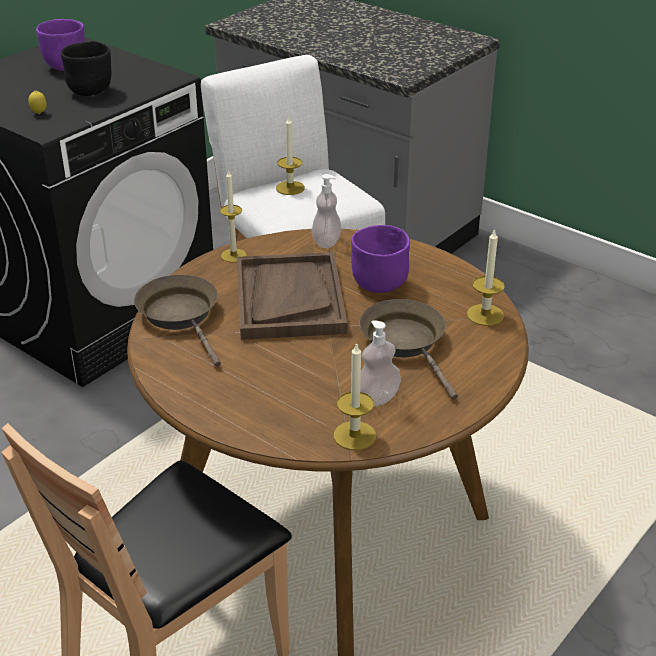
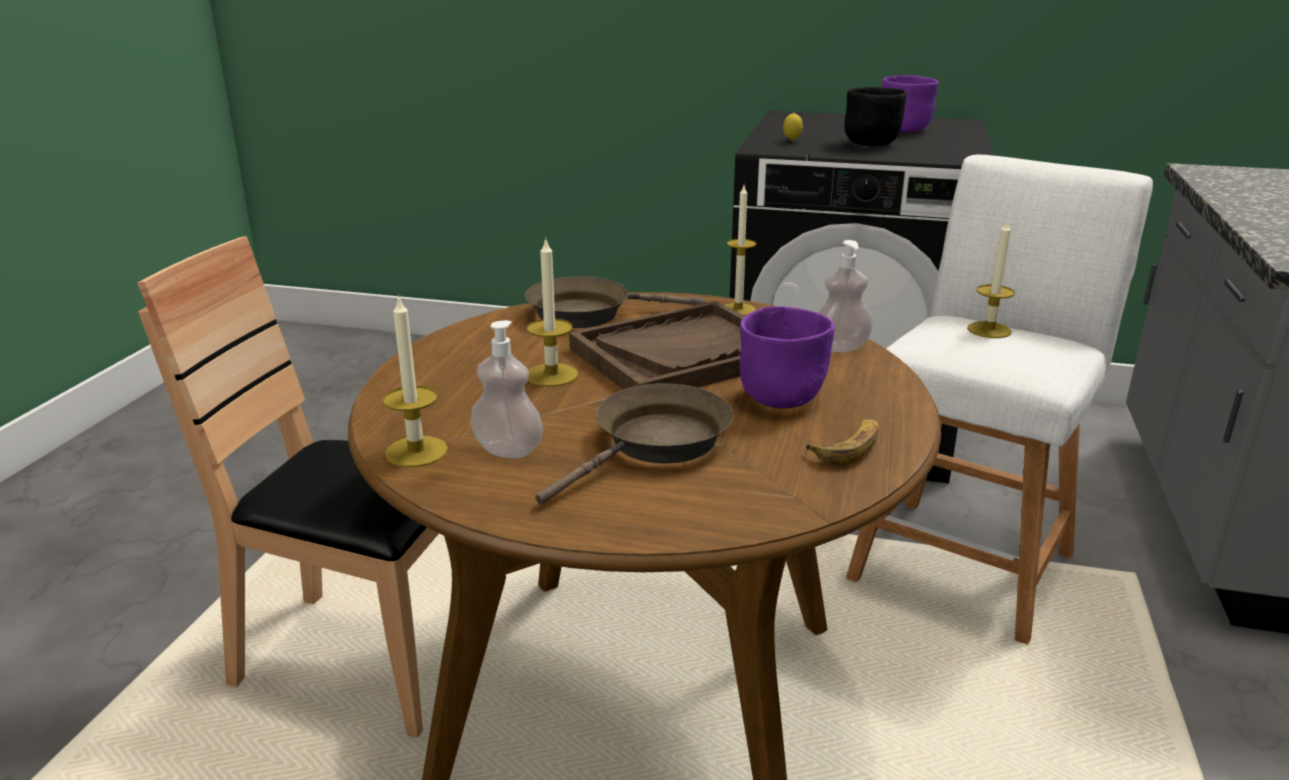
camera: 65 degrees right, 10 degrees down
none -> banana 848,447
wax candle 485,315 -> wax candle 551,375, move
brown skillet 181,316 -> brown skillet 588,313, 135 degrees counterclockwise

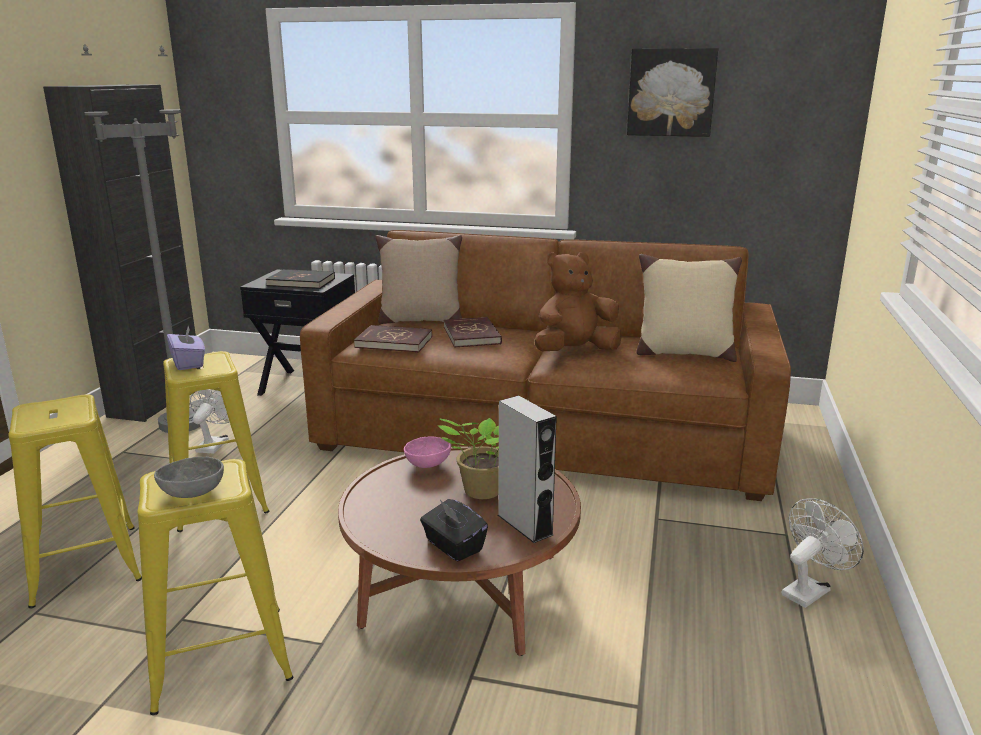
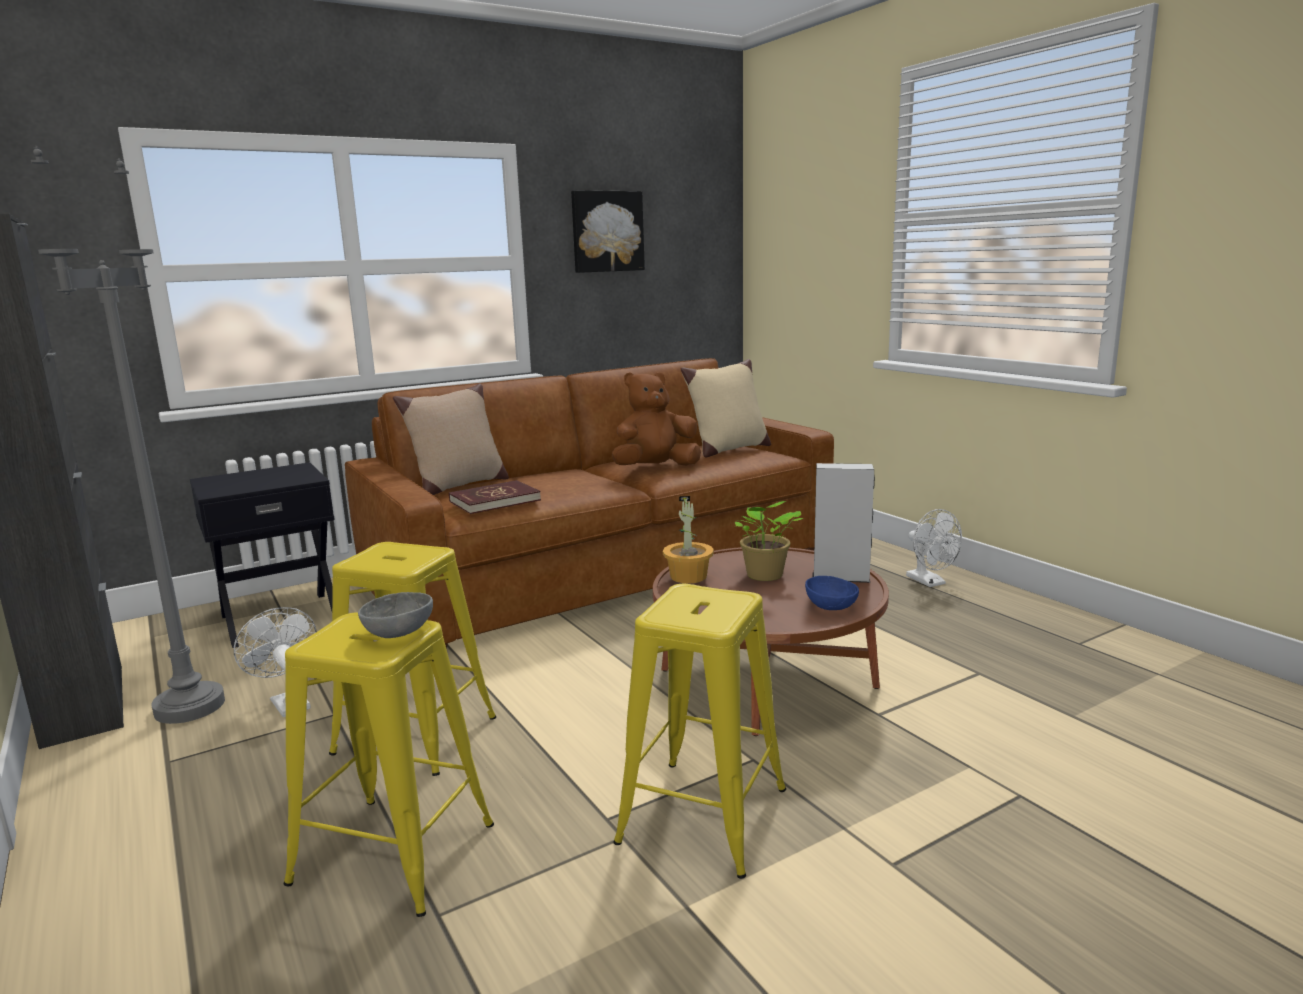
camera: 45 degrees left, 5 degrees down
purple-coloured tissue holder 188,363 -> none
blackish volume 301,282 -> none
red volume 472,335 -> none
grey deep dish 192,492 -> grey deep dish 397,632, move
pink-coloured deep dish 427,463 -> potted plant 688,577
blackish tissue holder 453,546 -> blue deep dish 832,606
brown plush toy 575,352 -> brown plush toy 655,468, 45 degrees clockwise
white-coloured cooling fan 809,590 -> white-coloured cooling fan 930,582, 150 degrees clockwise

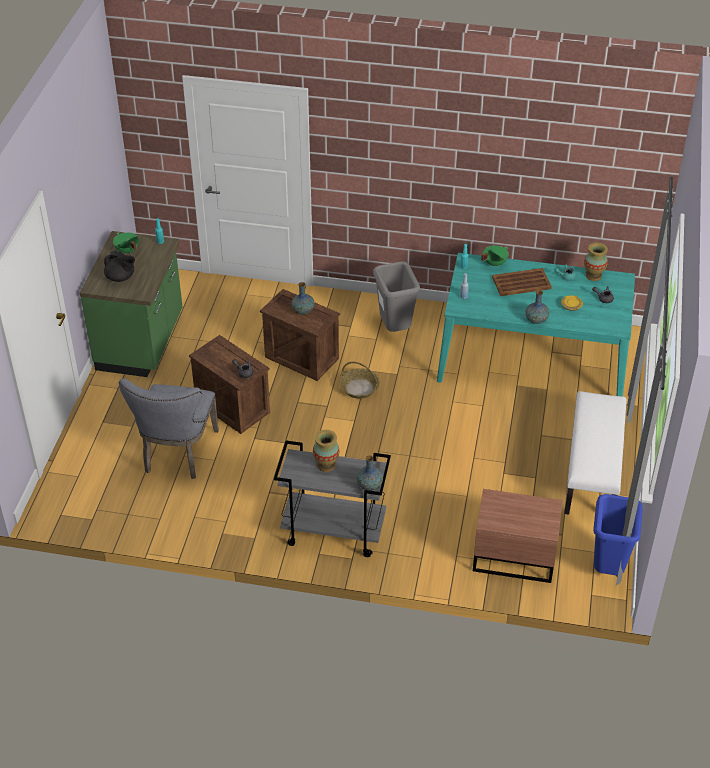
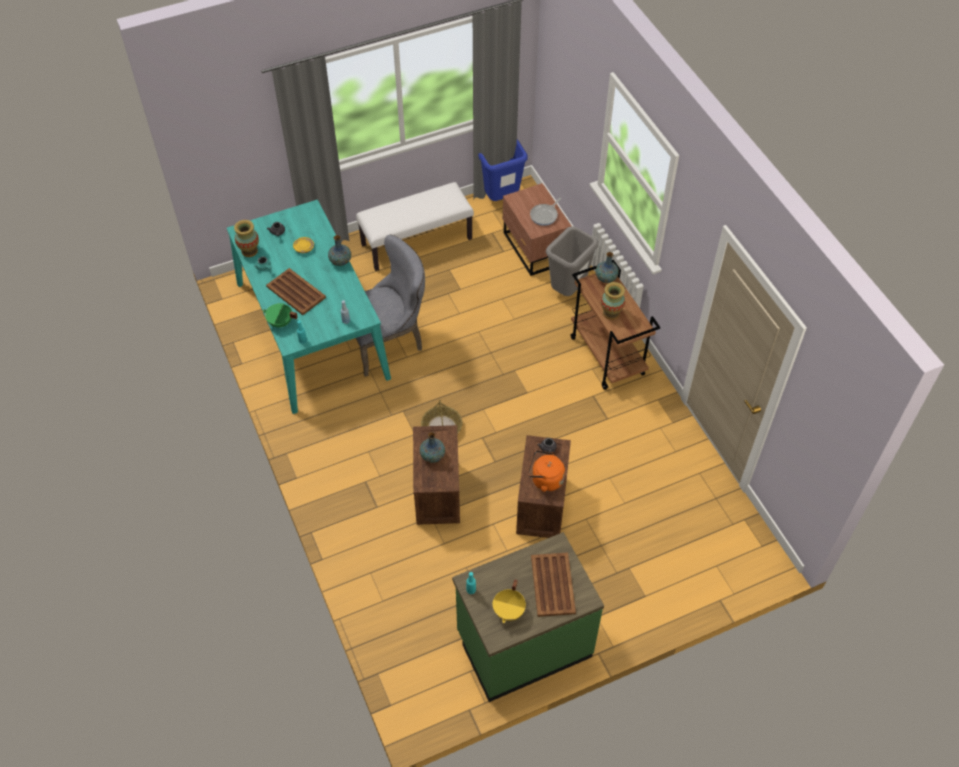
camera: 125 degrees left, 10 degrees up
none -> orangey tea kettle 545,480
none -> skillet 545,215
grey chair 177,455 -> grey chair 388,341, move
grey trash can 395,330 -> grey trash can 568,291, move
blackish pot for tea 121,277 -> brown serving tray 553,584
green-coloured stockpot 127,251 -> yellowish stockpot 509,611
grey trolley 332,532 -> brown trolley 608,356

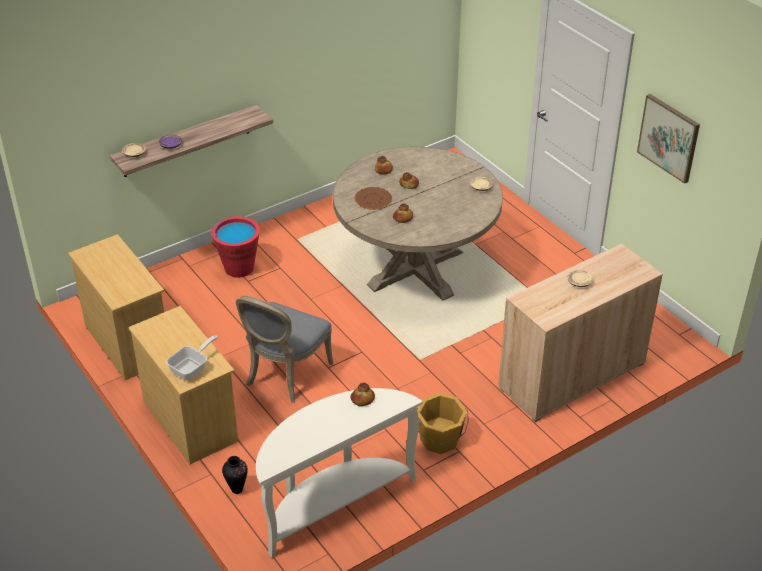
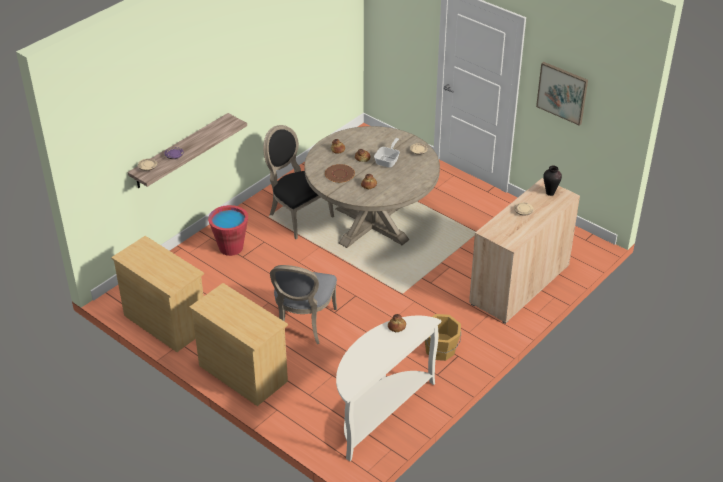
camera: 15 degrees left, 0 degrees up
none -> blackish chair 297,216
skillet 192,368 -> skillet 388,160, move
decorative vase 236,489 -> decorative vase 549,193, move

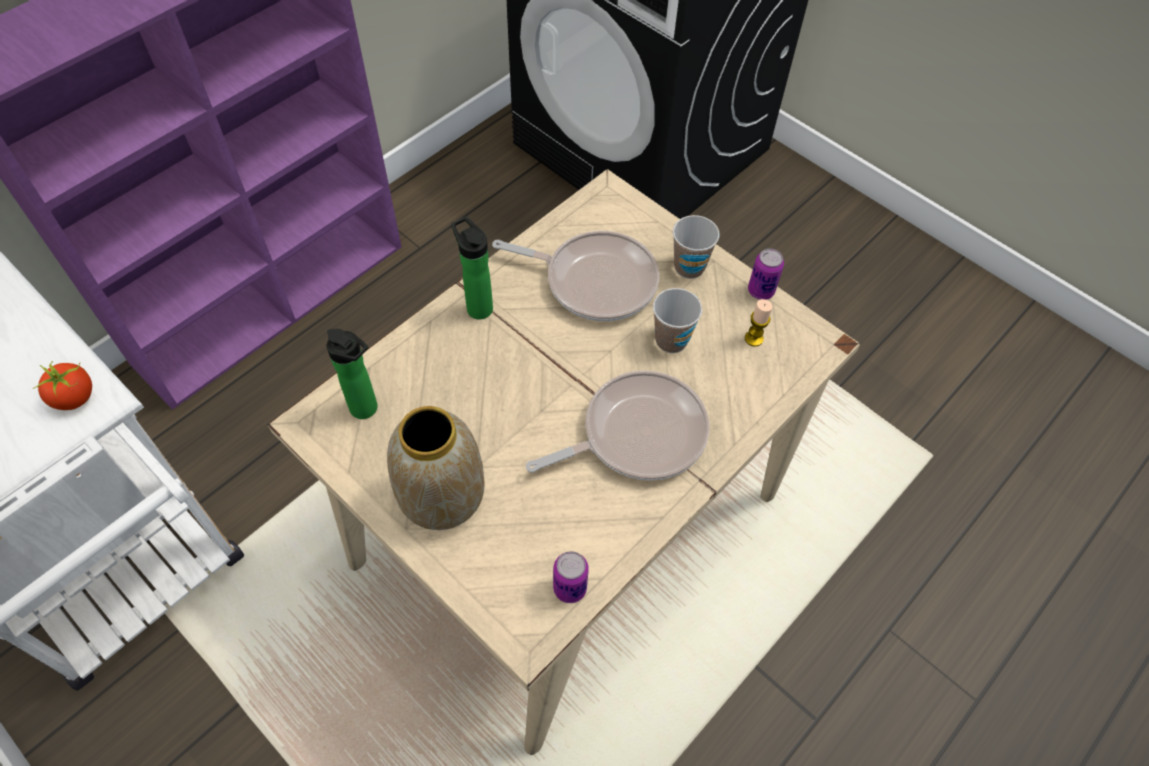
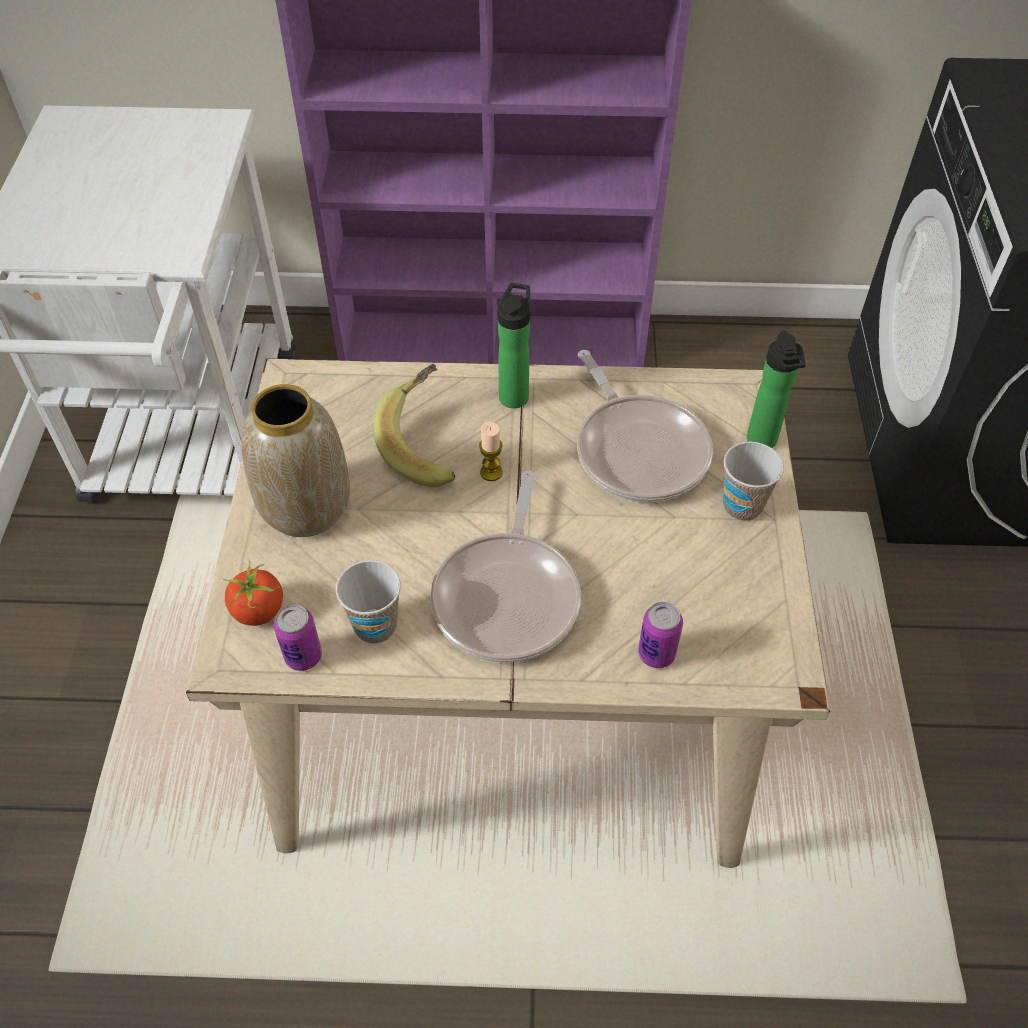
camera: 50 degrees right, 5 degrees down
none -> banana 427,444
fresh tomato 75,398 -> fresh tomato 258,611, move
beverage bottle 367,410 -> beverage bottle 763,443, move
cup 671,340 -> cup 375,626, move
wax candle 753,338 -> wax candle 491,472, move
can 761,291 -> can 656,653, move
skillet 636,434 -> skillet 508,596, 75 degrees clockwise

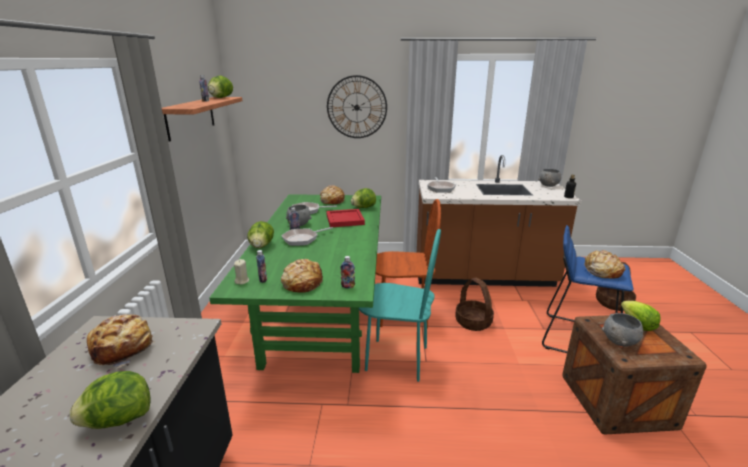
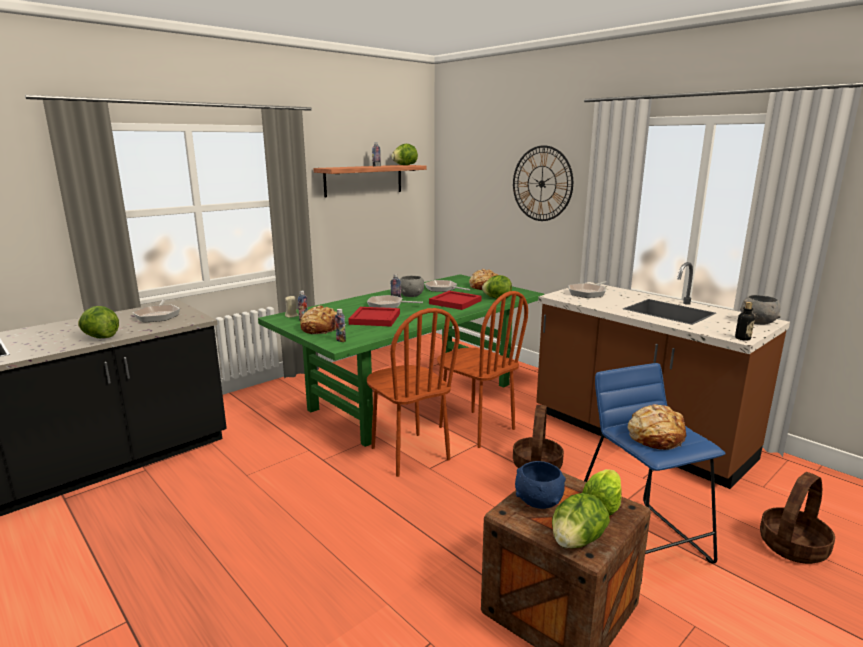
camera: 45 degrees right, 5 degrees down
none -> red serving tray 374,318
head of lettuce 261,246 -> head of lettuce 576,541, move
bakery bread 123,348 -> skillet 158,315
turquoise-coloured chair 396,359 -> brown chair 409,454
grey deep dish 619,341 -> blue deep dish 538,501

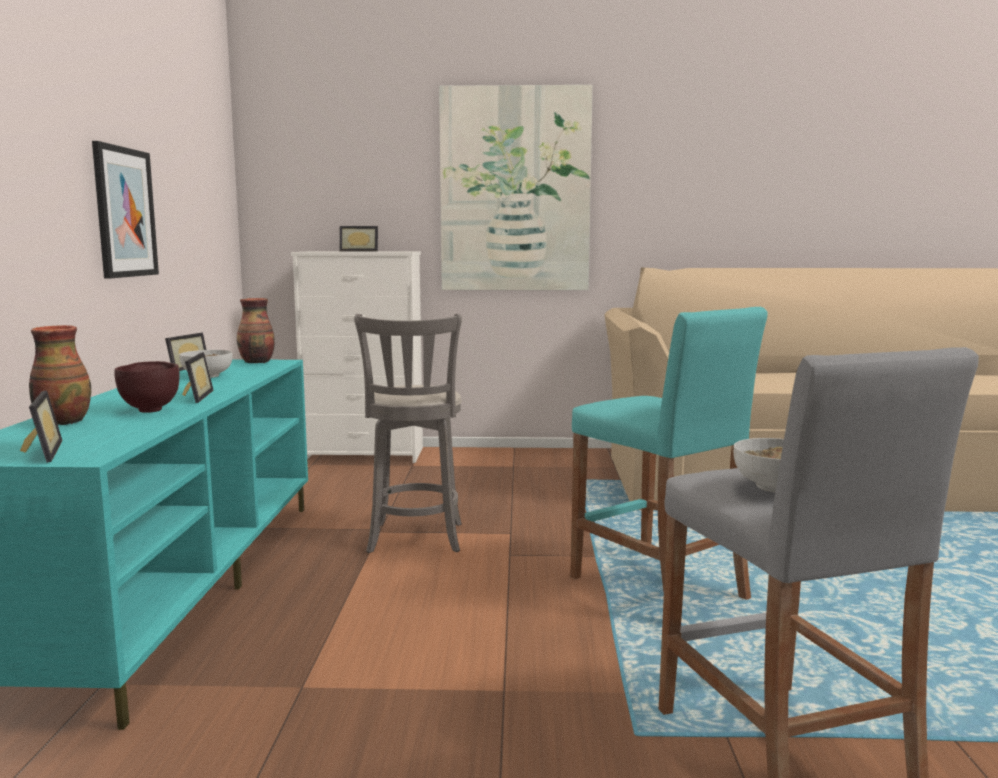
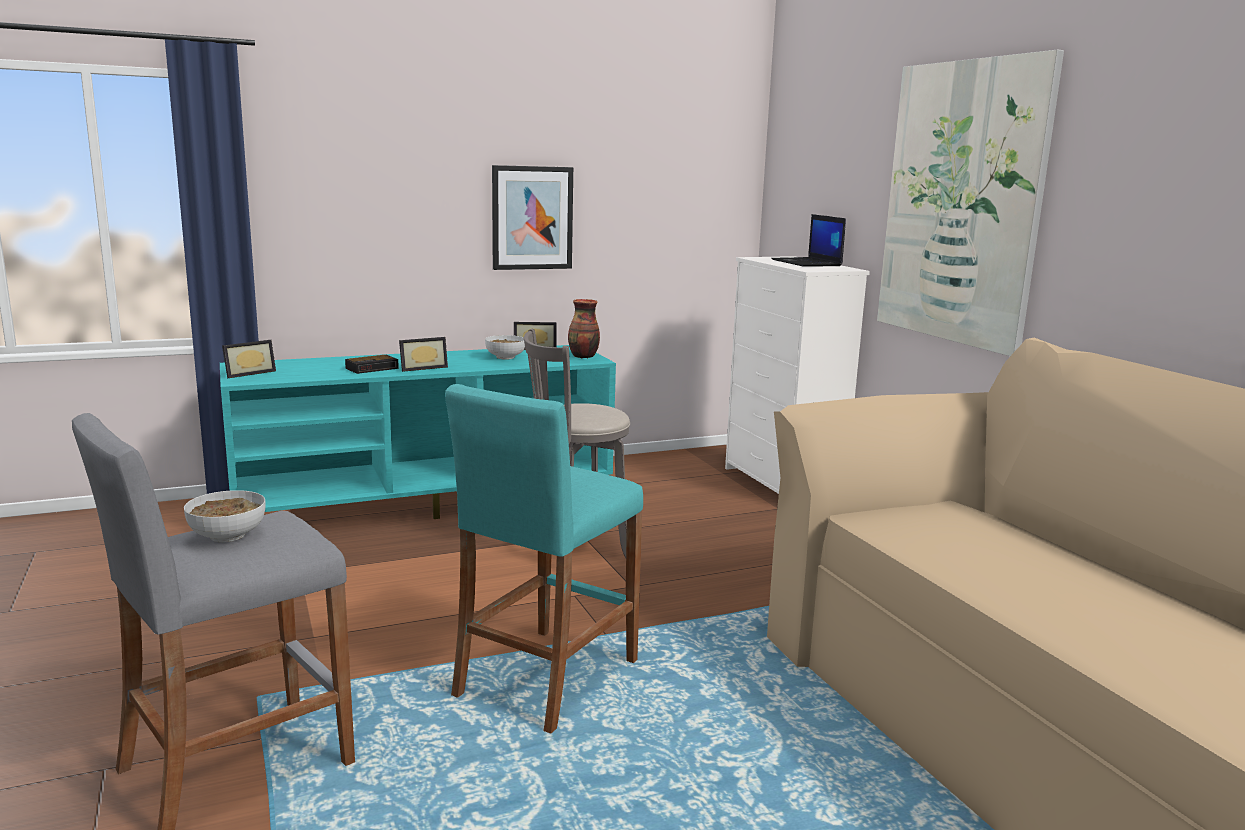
camera: 65 degrees right, 5 degrees up
decorative vase 62,422 -> none
brown deep dish 150,410 -> bedside clock 373,368
standing frame 360,251 -> portable computer 807,263

